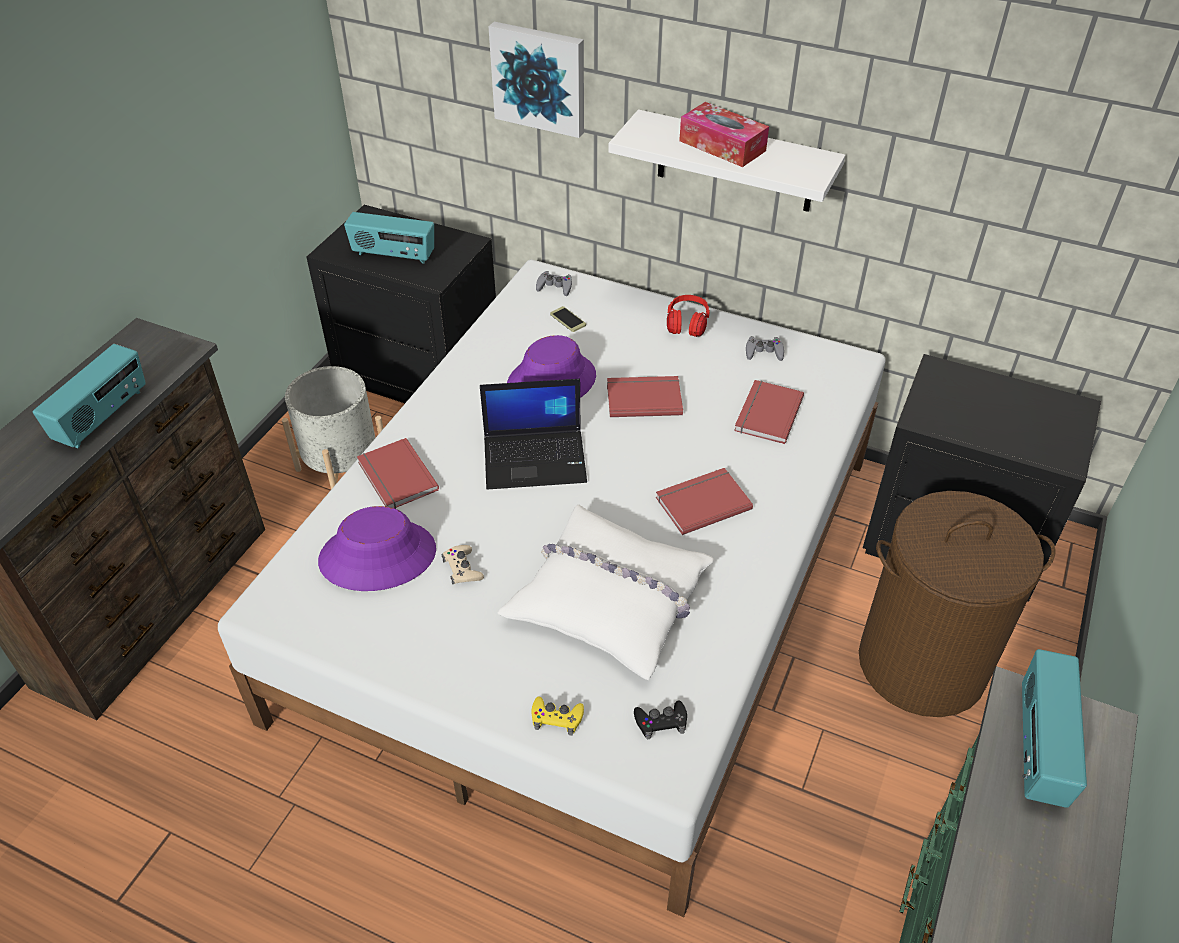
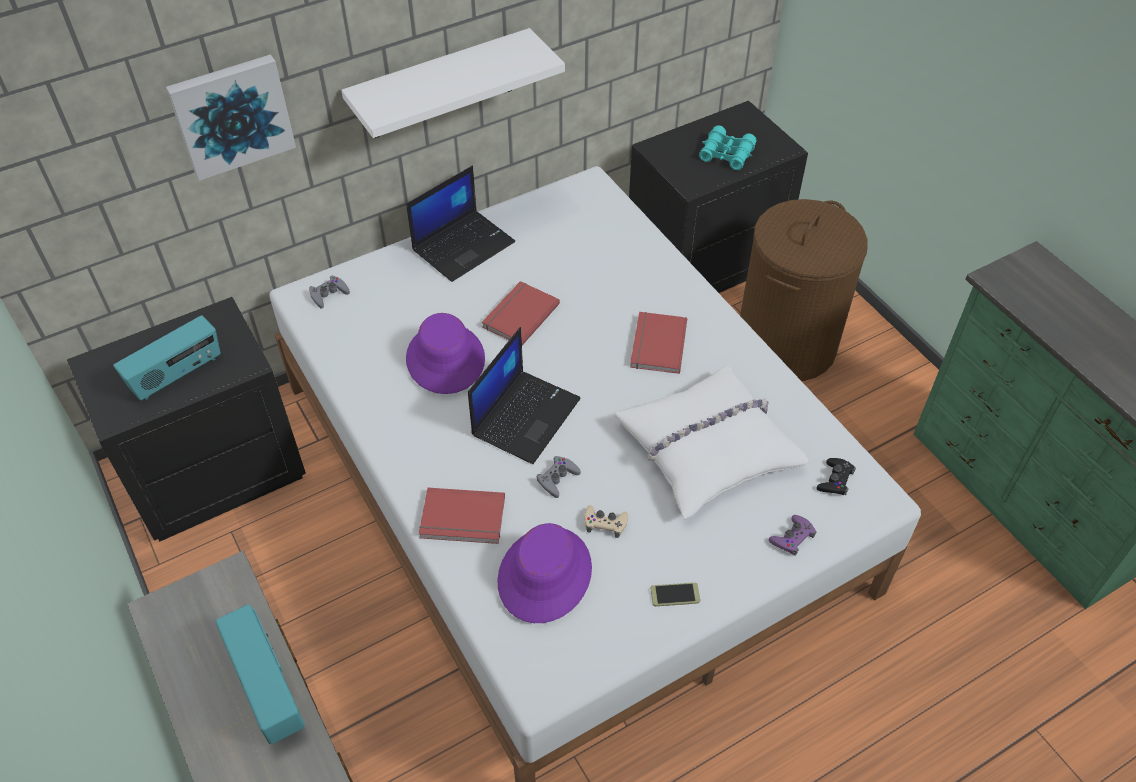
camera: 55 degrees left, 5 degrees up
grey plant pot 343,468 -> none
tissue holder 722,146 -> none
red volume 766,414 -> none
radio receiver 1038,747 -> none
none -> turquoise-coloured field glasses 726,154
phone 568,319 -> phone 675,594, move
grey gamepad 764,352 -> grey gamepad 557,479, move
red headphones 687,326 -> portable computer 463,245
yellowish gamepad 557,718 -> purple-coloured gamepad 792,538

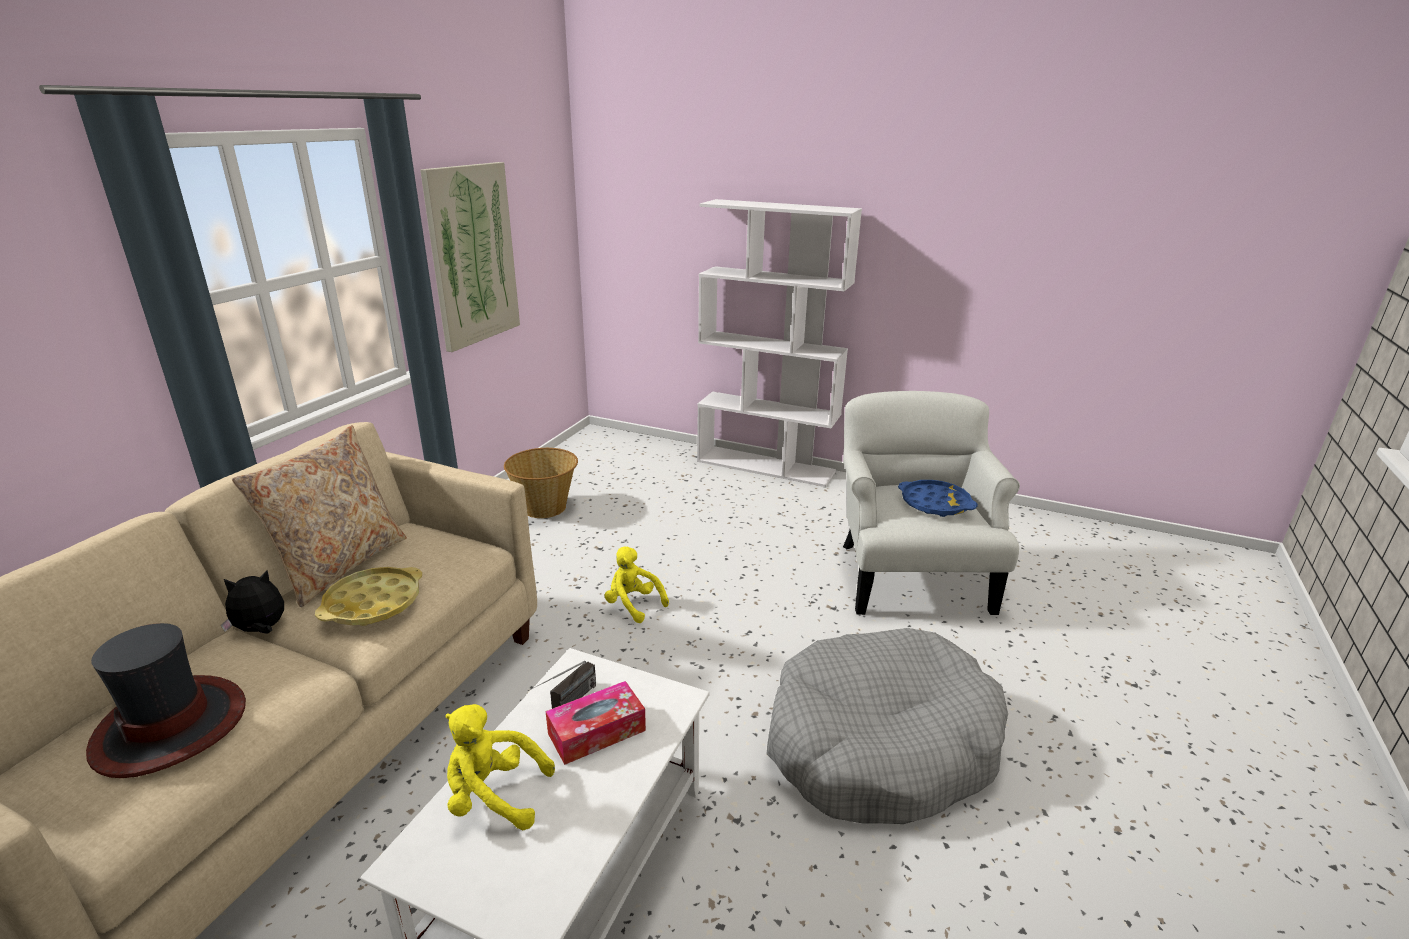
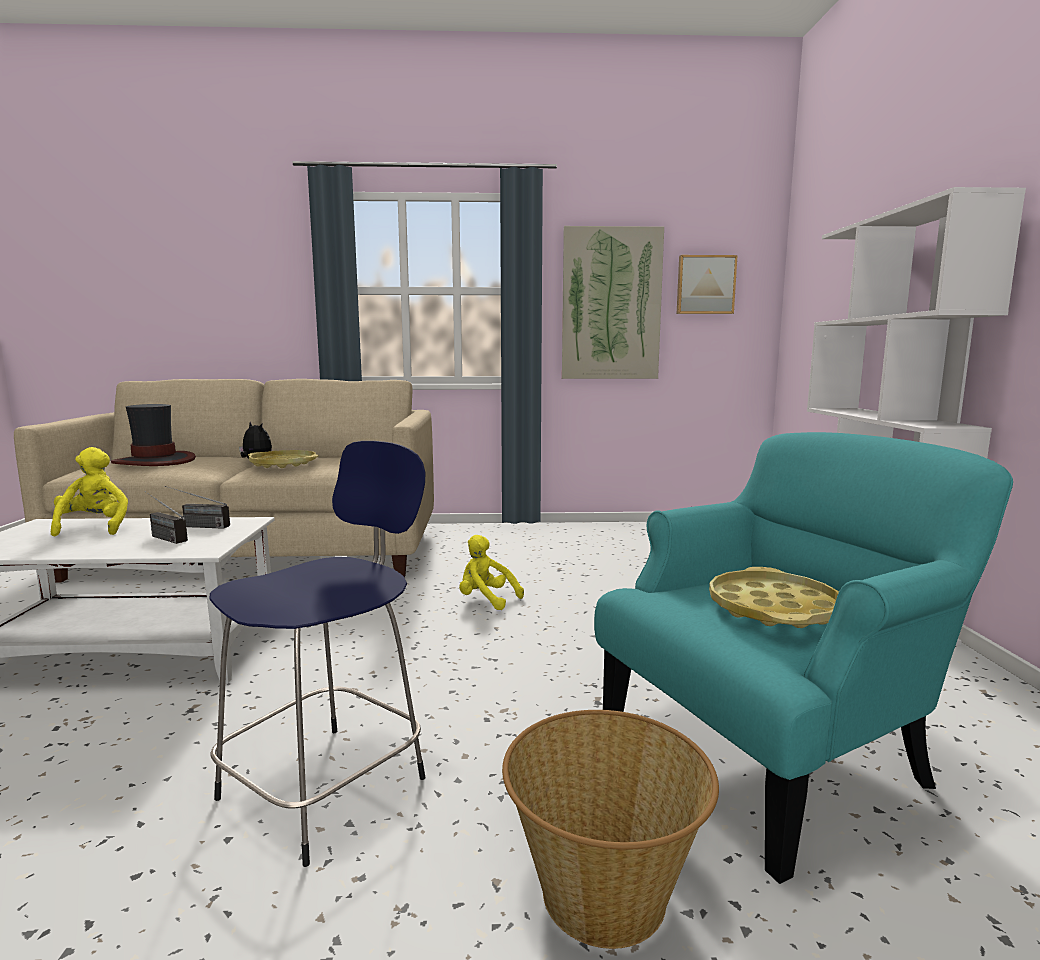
camera: 65 degrees right, 15 degrees down
sand-coloured pillow 340,565 -> none
none -> wall picture 705,285
household basket 545,507 -> household basket 604,896, move
tissue holder 597,732 -> radio receiver 161,537
grey dog cushion 879,744 -> blue sitting stool 329,784
white-coloured lounge chair 909,574 -> turquoise-coloured lounge chair 769,753
blue serving tray 935,503 -> yellowish serving tray 773,609
yellowish plush toy 633,605 -> yellowish plush toy 486,600, 75 degrees counterclockwise

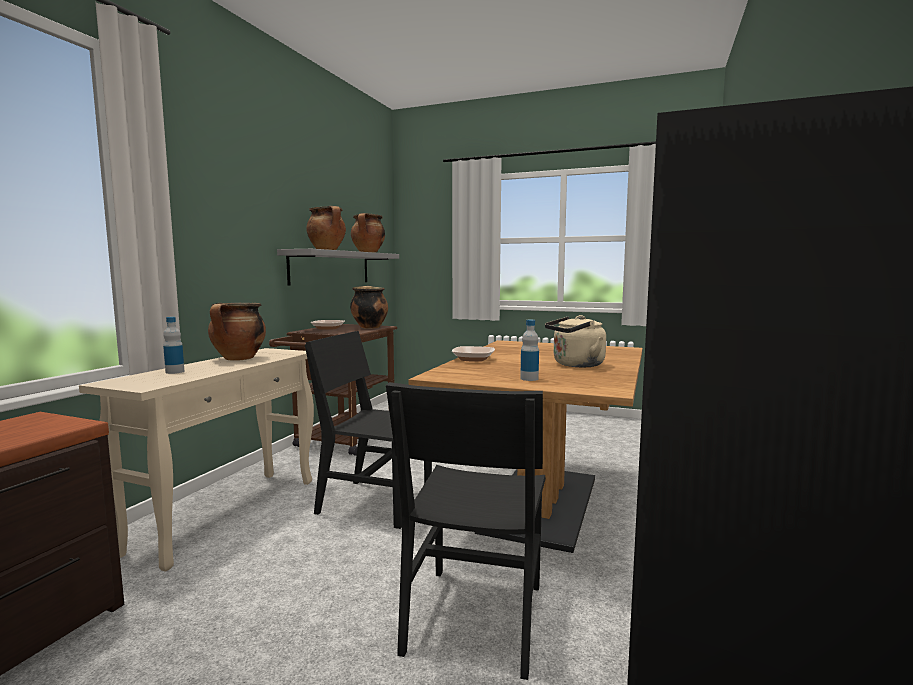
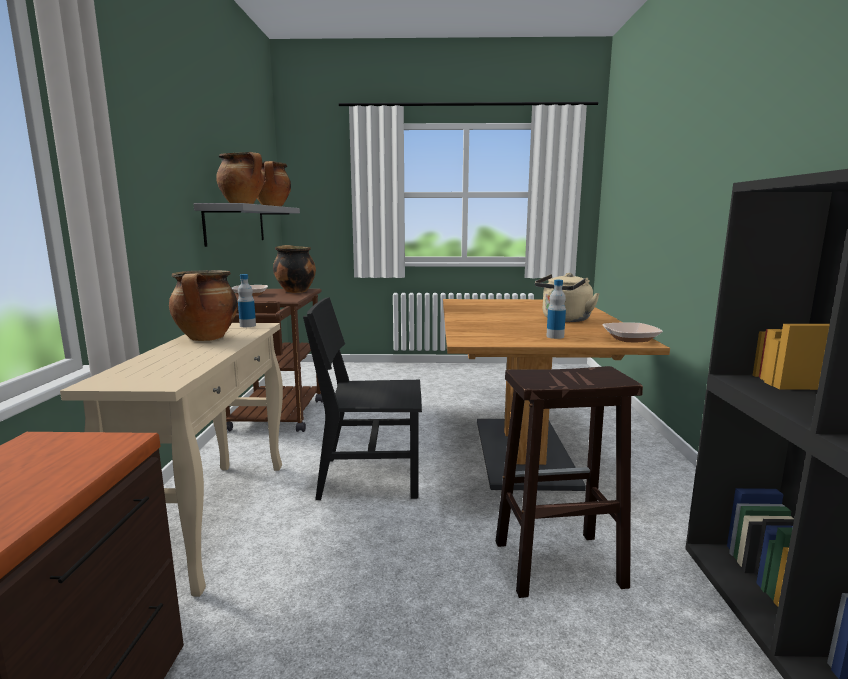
camera: 20 degrees left, 5 degrees up
beverage bottle 175,372 -> beverage bottle 247,325, move
deep dish 473,359 -> deep dish 630,339, move
blackish chair 475,617 -> brown sitting stool 556,564

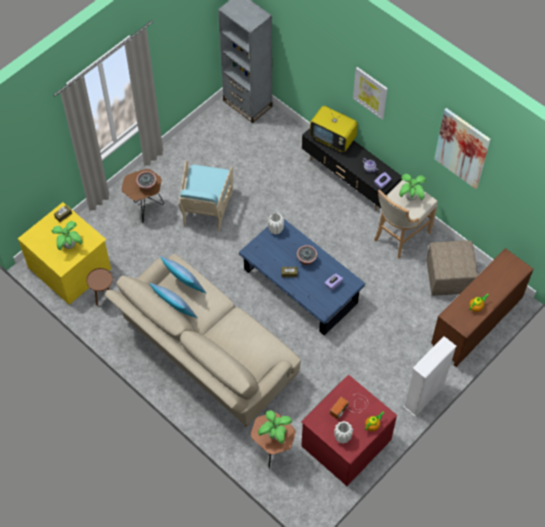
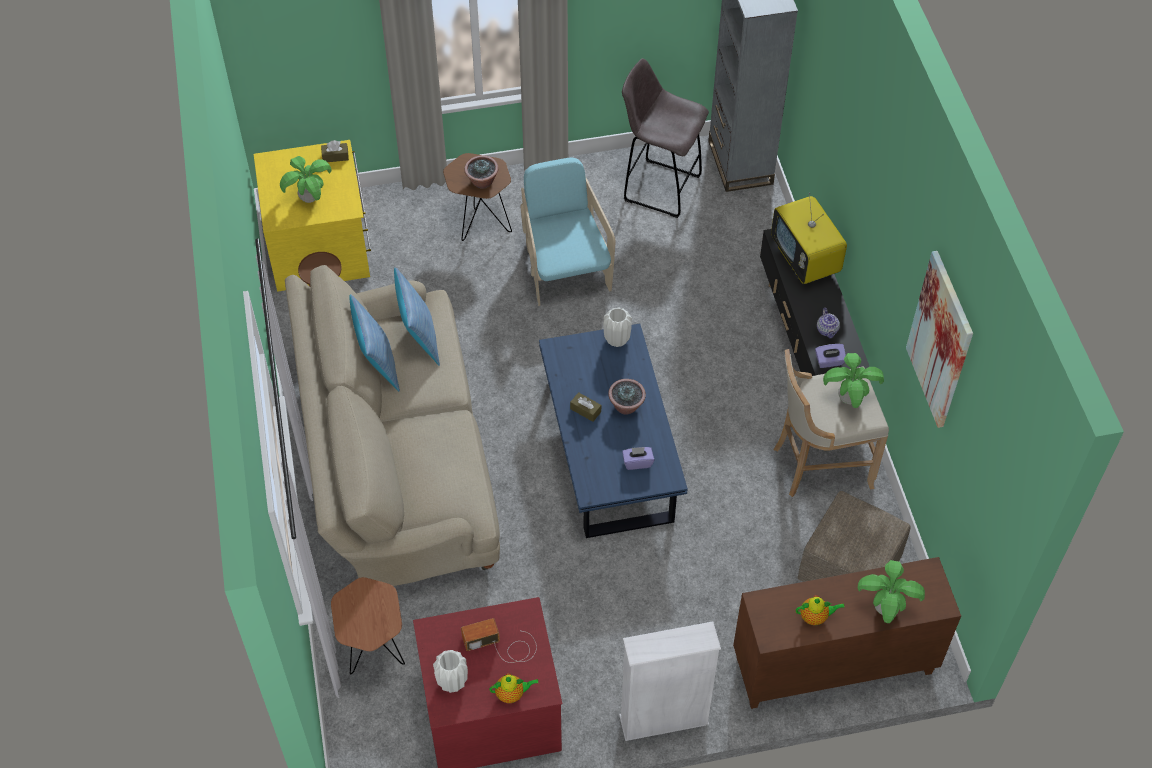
camera: 35 degrees right, 5 degrees down
wall picture 370,92 -> none
none -> grey sitting stool 659,187
potted plant 275,434 -> potted plant 885,608, move
turquoise-coloured lounge chair 206,208 -> turquoise-coloured lounge chair 565,269, 120 degrees clockwise

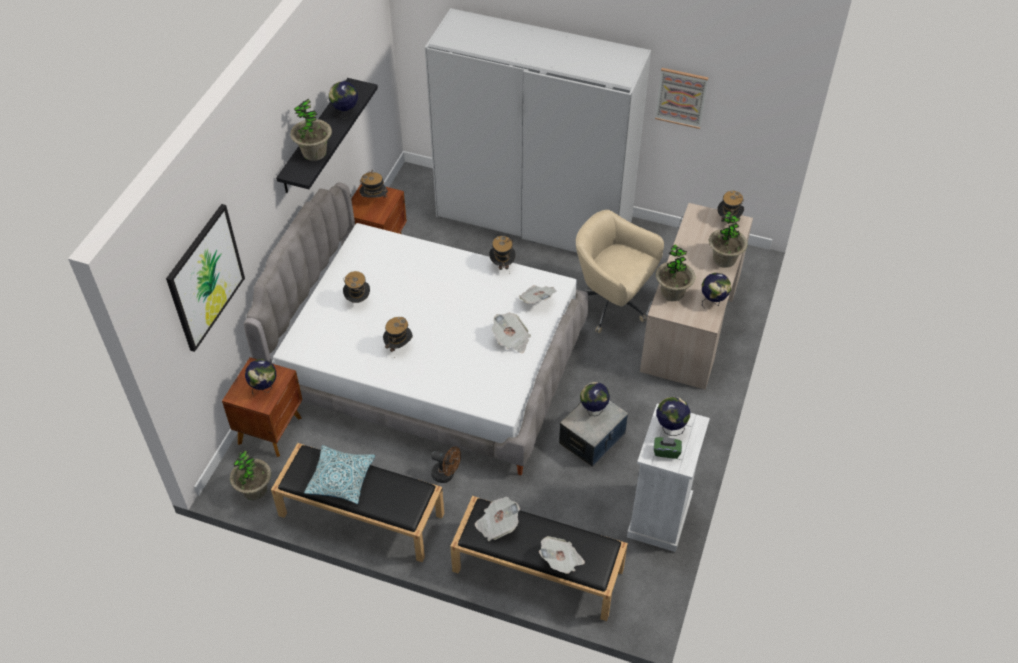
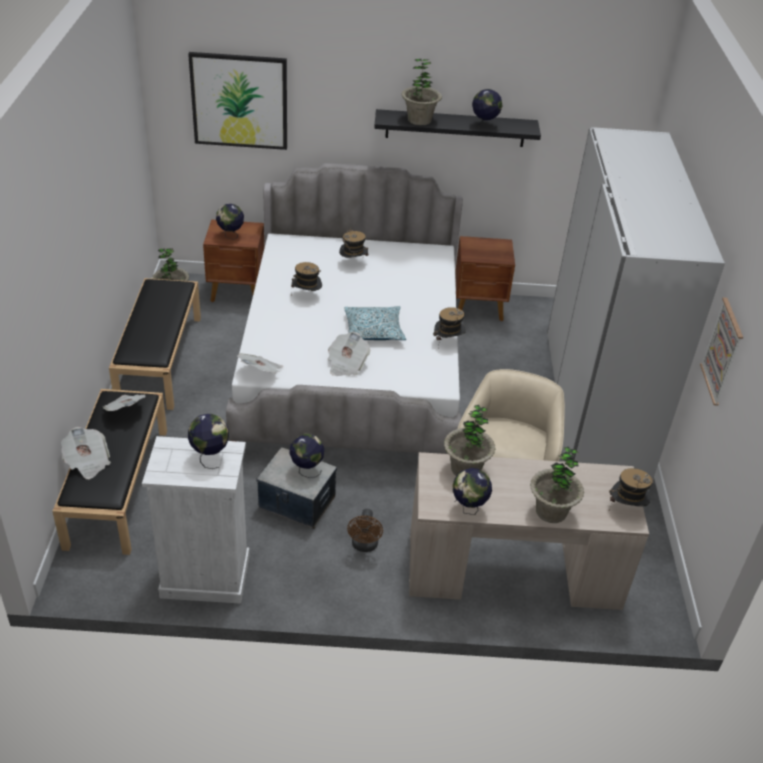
camera: 70 degrees right, 10 degrees down
clothing hat 374,200 -> none
green-coloured tissue holder 666,452 -> none
pillow 340,479 -> pillow 373,330, move
brown cooling fan 446,475 -> brown cooling fan 364,546, move
printed paper 537,300 -> printed paper 261,372, move

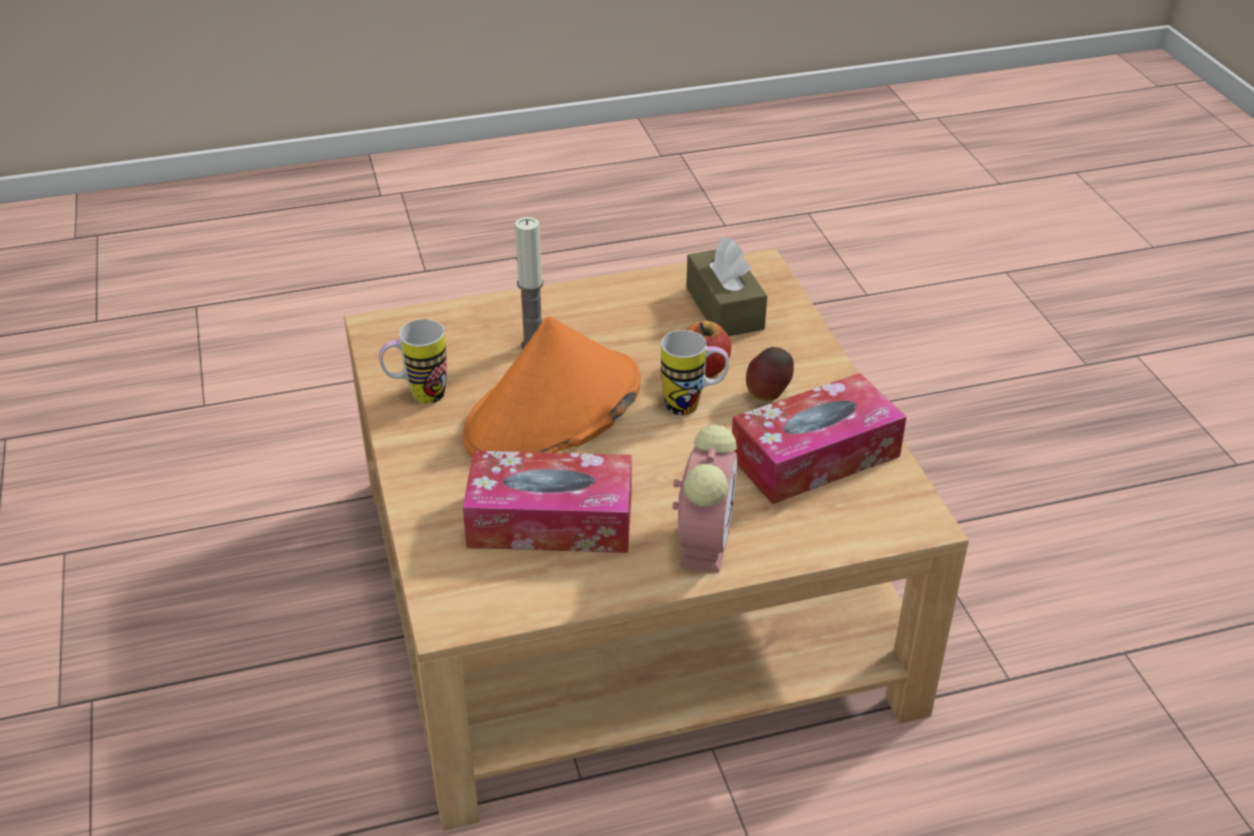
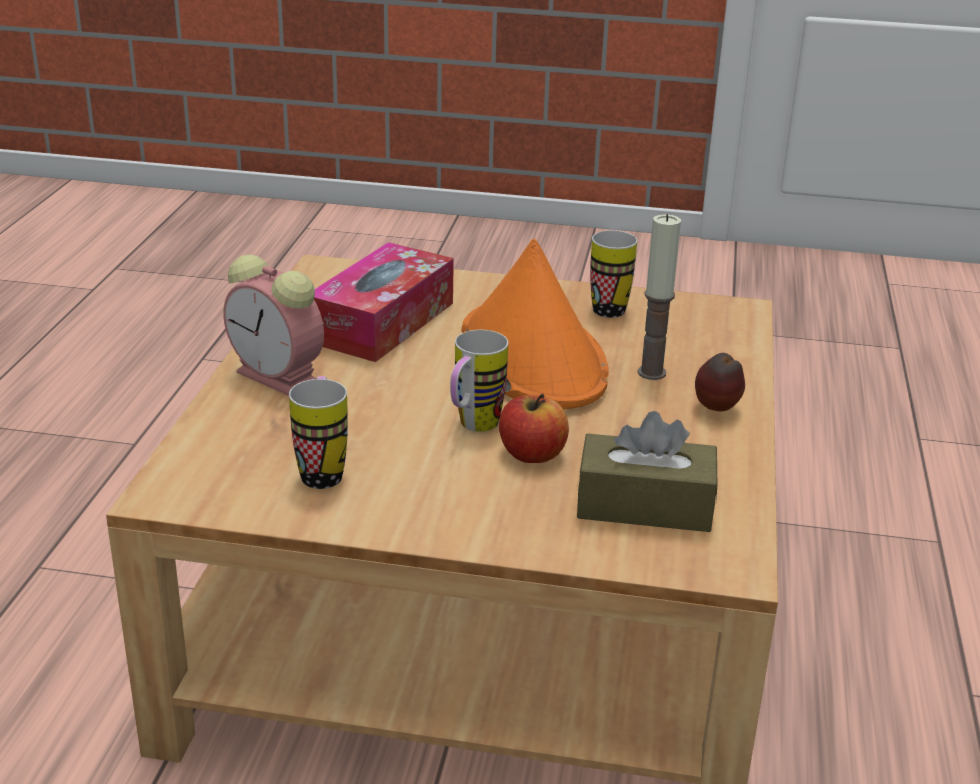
camera: 115 degrees right, 10 degrees down
apple 768,396 -> apple 716,410, move
tissue holder 815,456 -> mug 322,470

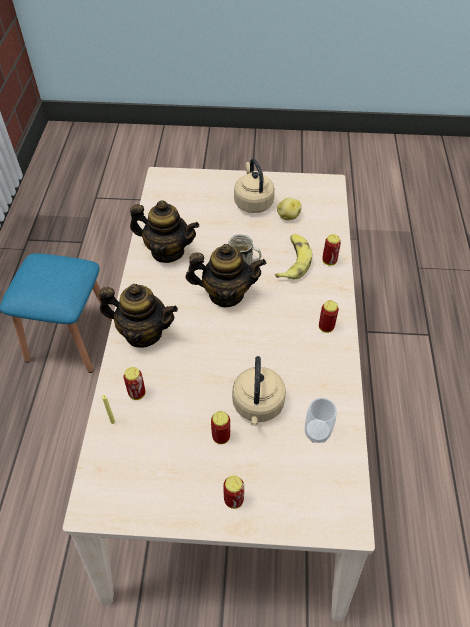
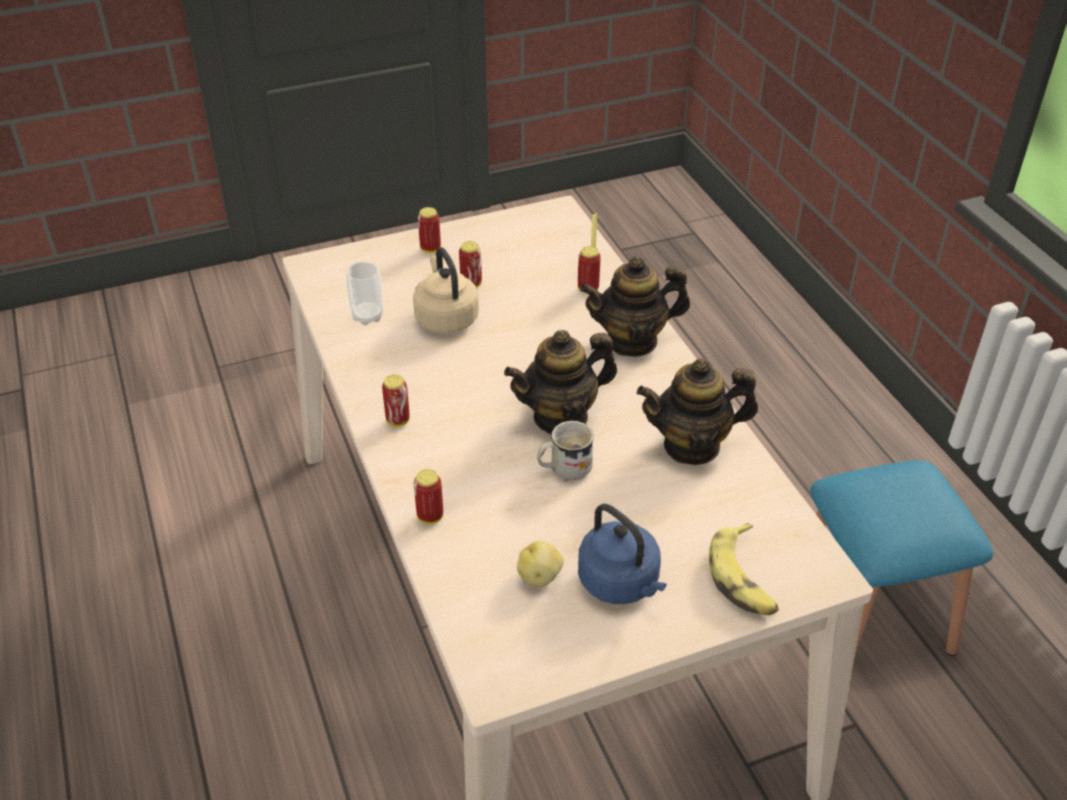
camera: 155 degrees right, 10 degrees down
banana 293,261 -> banana 743,578, move
sand-coloured tea kettle 253,202 -> blue tea kettle 621,583

